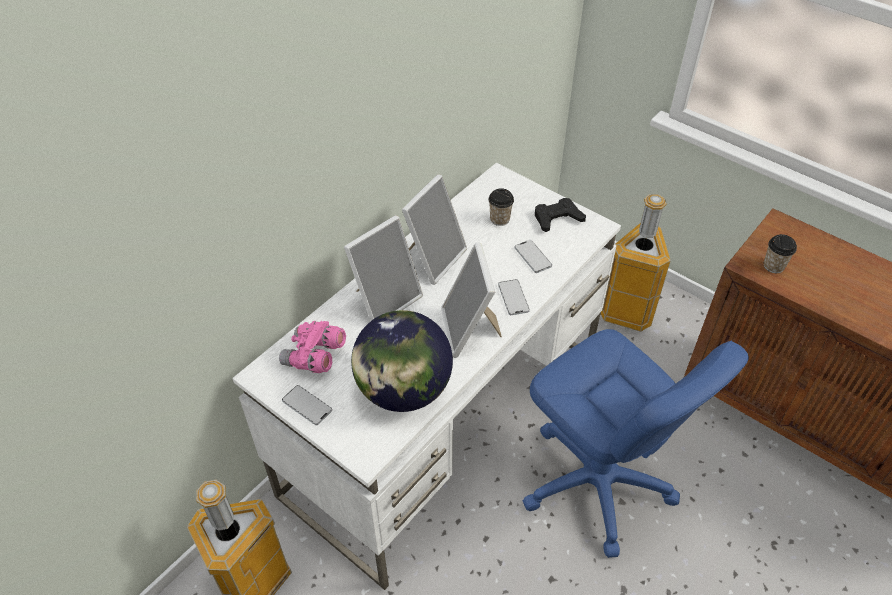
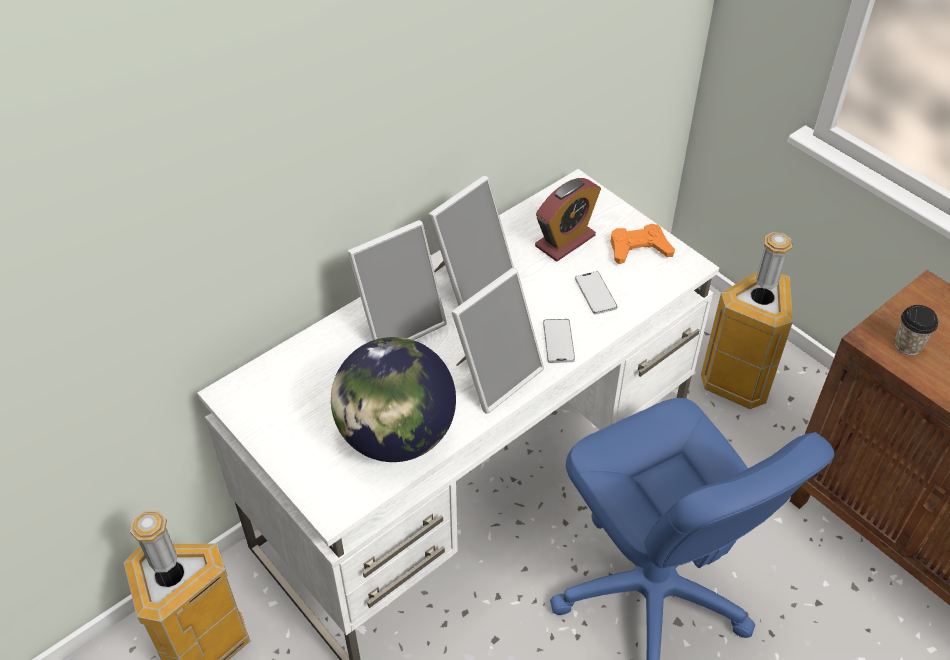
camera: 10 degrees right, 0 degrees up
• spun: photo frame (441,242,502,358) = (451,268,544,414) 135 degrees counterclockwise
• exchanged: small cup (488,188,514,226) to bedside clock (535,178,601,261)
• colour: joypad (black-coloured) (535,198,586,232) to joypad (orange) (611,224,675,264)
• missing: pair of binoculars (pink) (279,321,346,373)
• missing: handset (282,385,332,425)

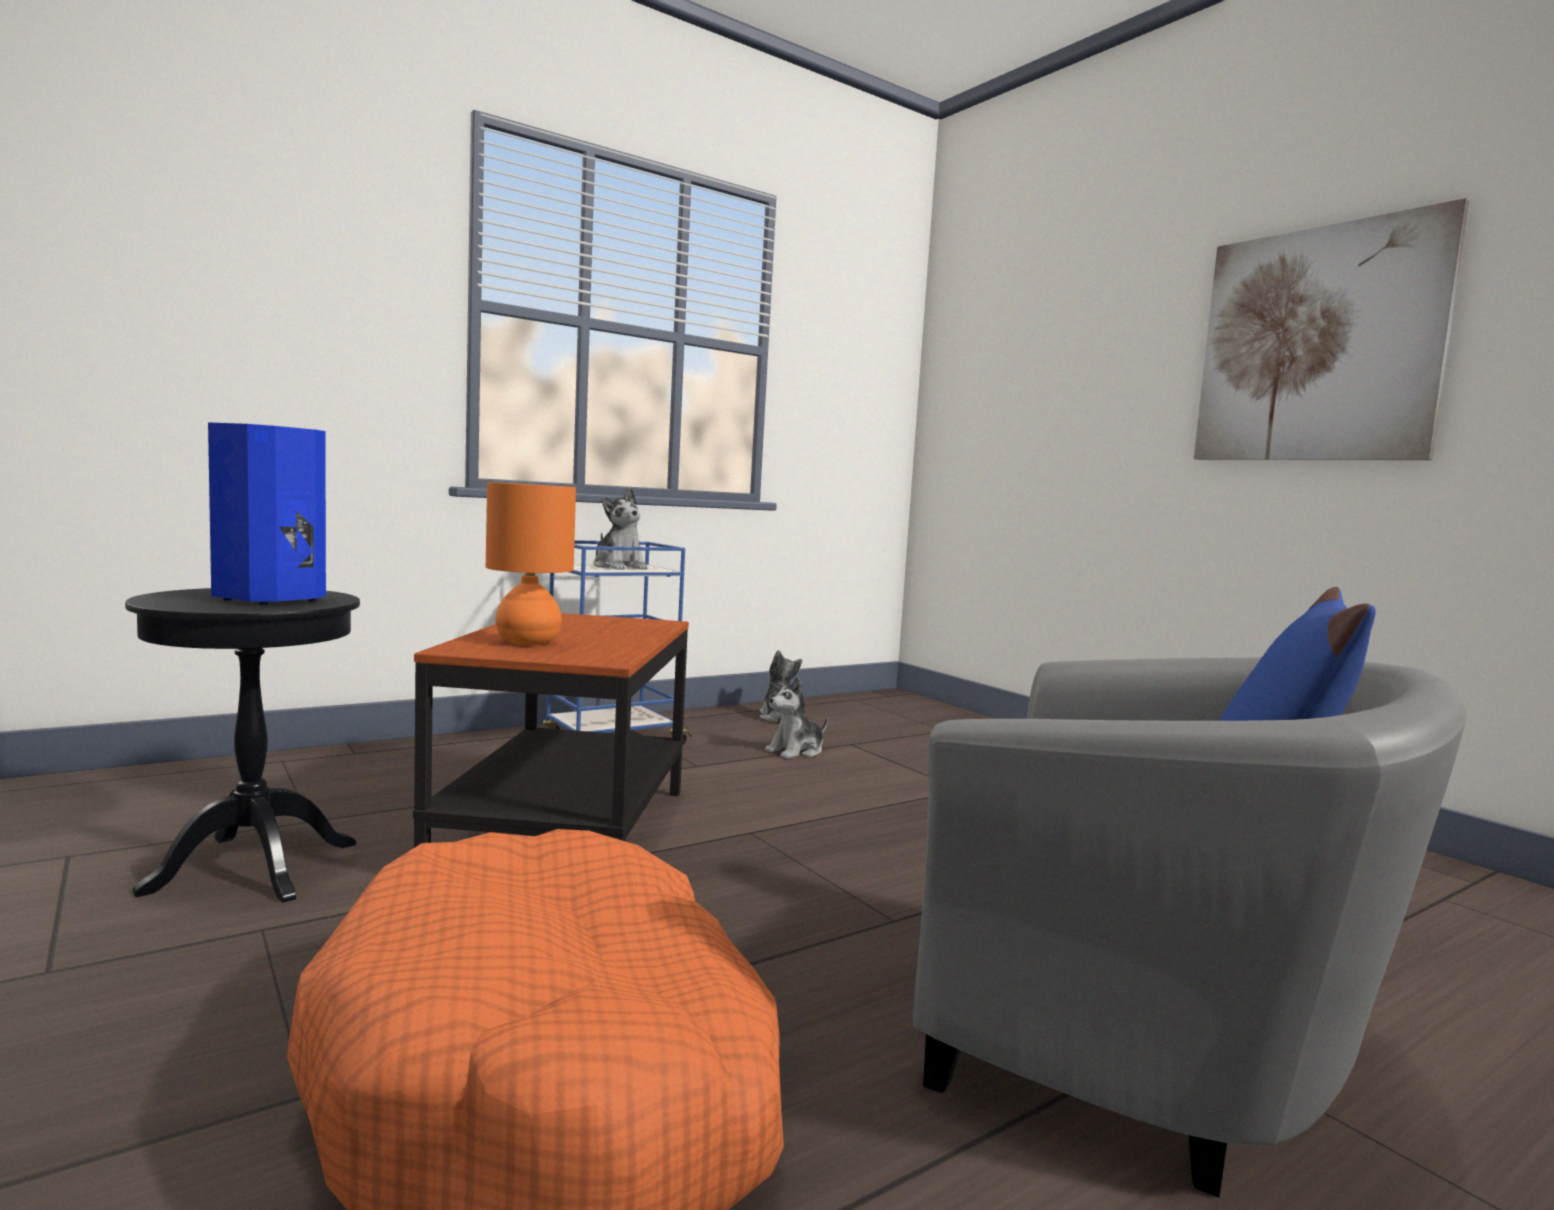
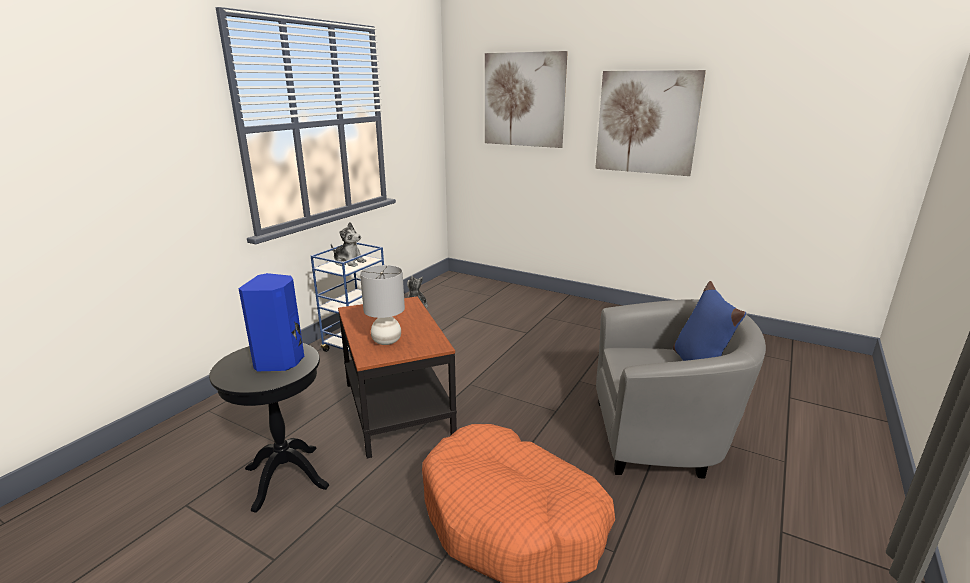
camera: 25 degrees left, 15 degrees up
• colour: tabletop lamp (orange) (486,482,576,646) to tabletop lamp (greyish) (360,265,405,345)
• appeared: wall picture (485,51,568,148)
• missing: cuddly toy (765,677,828,759)

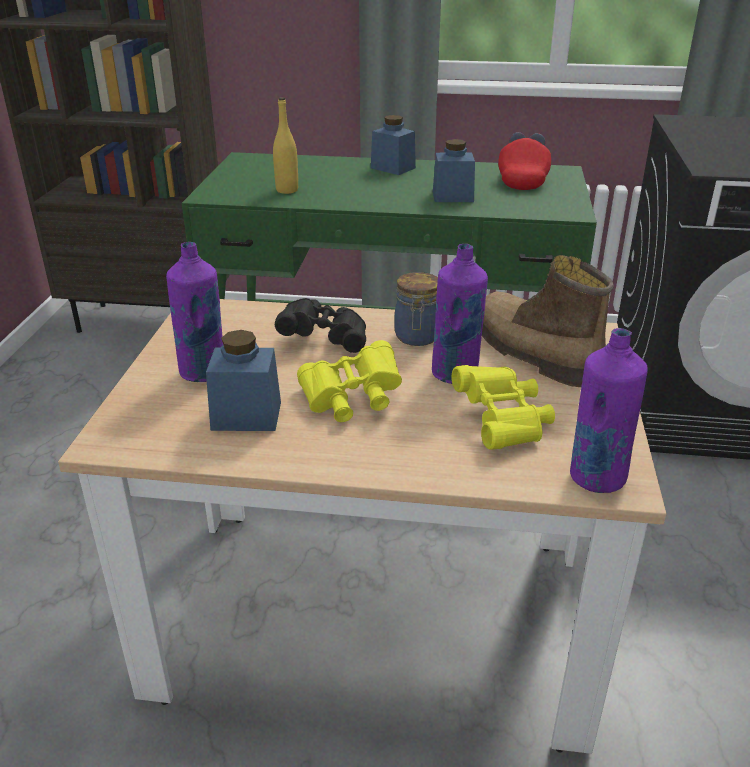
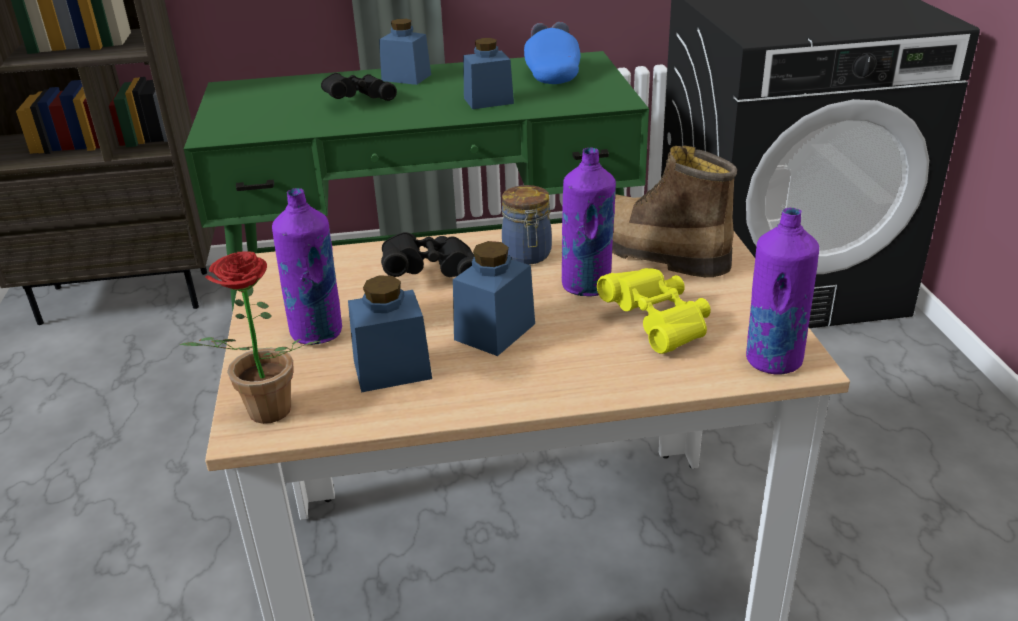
camera: 15 degrees left, 0 degrees up
• appeared: houseplant (179,251,322,424)
• appeared: pair of binoculars (black-coloured) (321,73,397,101)
• exchanged: pair of binoculars (yellow) (297,340,402,422) to preserve jar (blue-coloured) (453,241,535,356)
• colour: baseball cap (red-coloured) (498,132,551,190) to baseball cap (blue-coloured) (524,22,580,84)
• missing: bottle (yellow) (273,97,298,194)

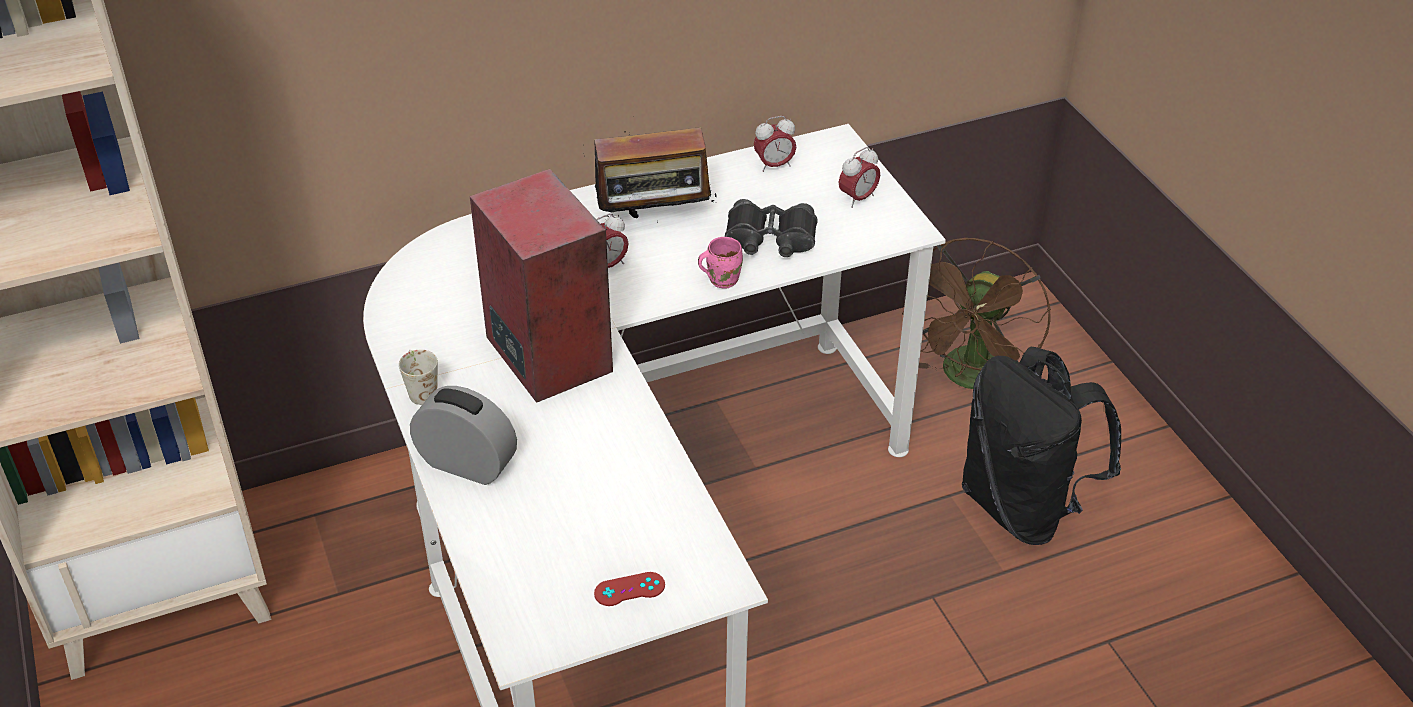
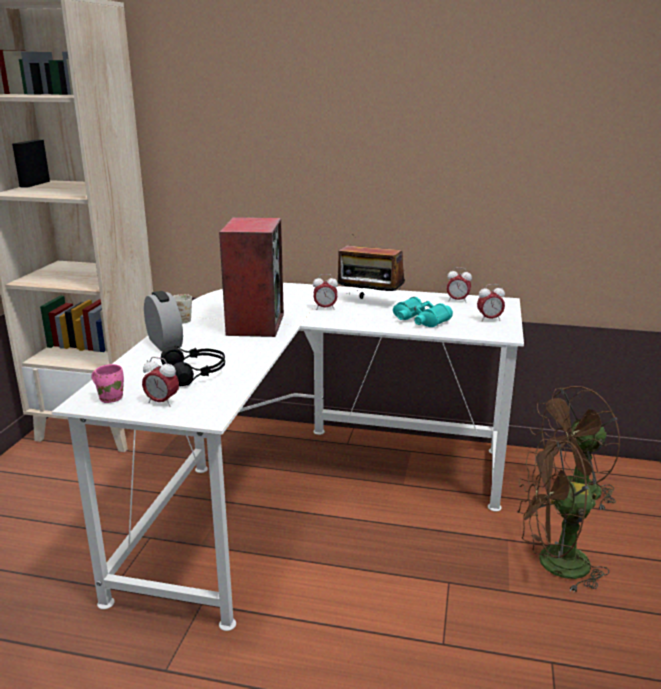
camera: 35 degrees right, 20 degrees down
• relocated: coffee mug (pink) (698,237,743,289) to (91,364,124,403)
• exchanged: joypad (red-coloured) (594,572,665,606) to bedside clock (142,357,179,407)
• appeared: headphones (black-coloured) (161,345,225,386)
• colour: pair of binoculars (black-coloured) (725,199,818,257) to pair of binoculars (turquoise) (393,297,453,327)
• exchanged: backpack (black-coloured) (962,347,1121,545) to fan (brownish) (517,439,609,593)

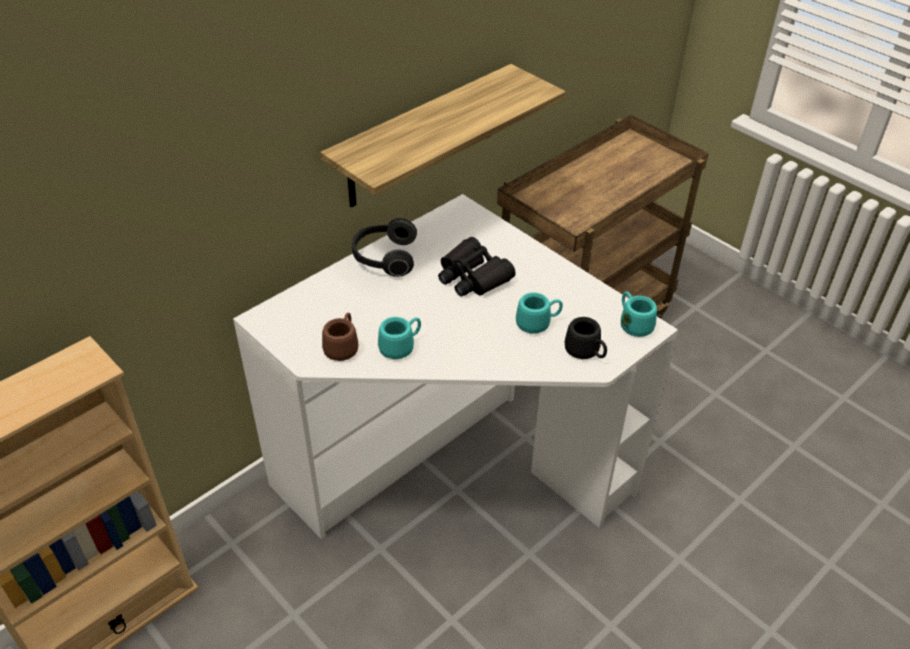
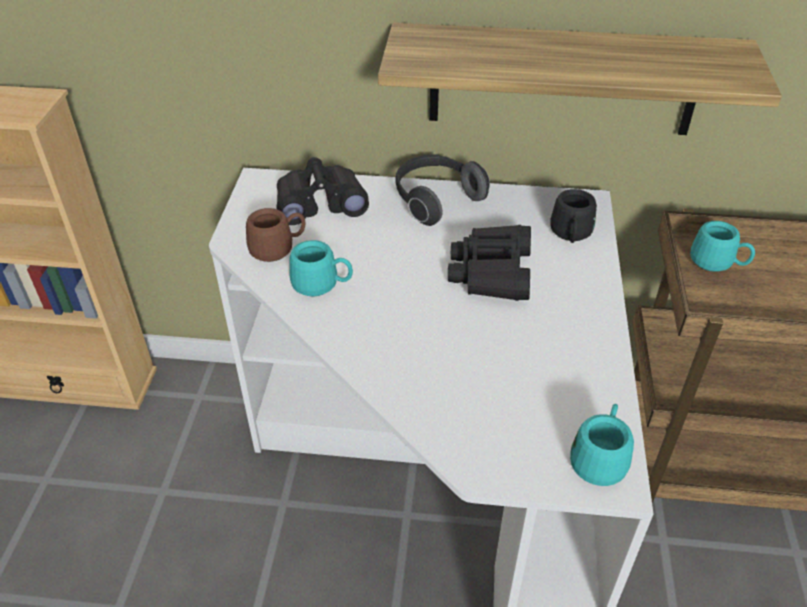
camera: 50 degrees right, 0 degrees up
• appeared: pair of binoculars (black-coloured) (276,157,369,225)
• relocated: coffee mug (black-coloured) (565,317,607,359) to (550,189,597,243)
• relocated: coffee mug (turquoise) (516,292,563,334) to (690,221,755,272)

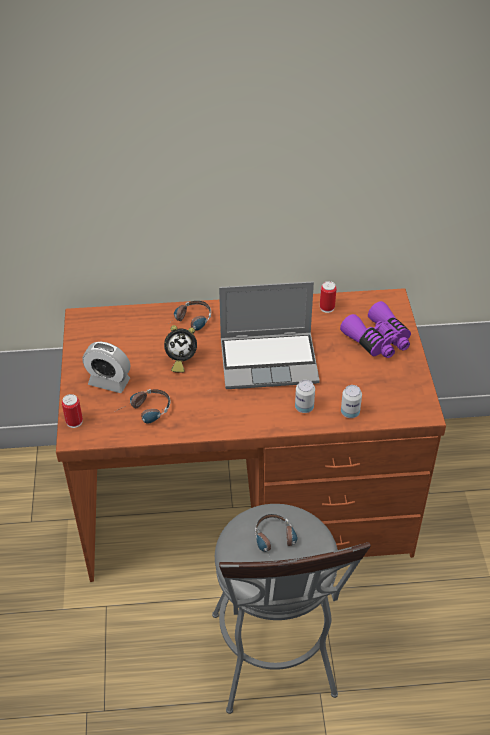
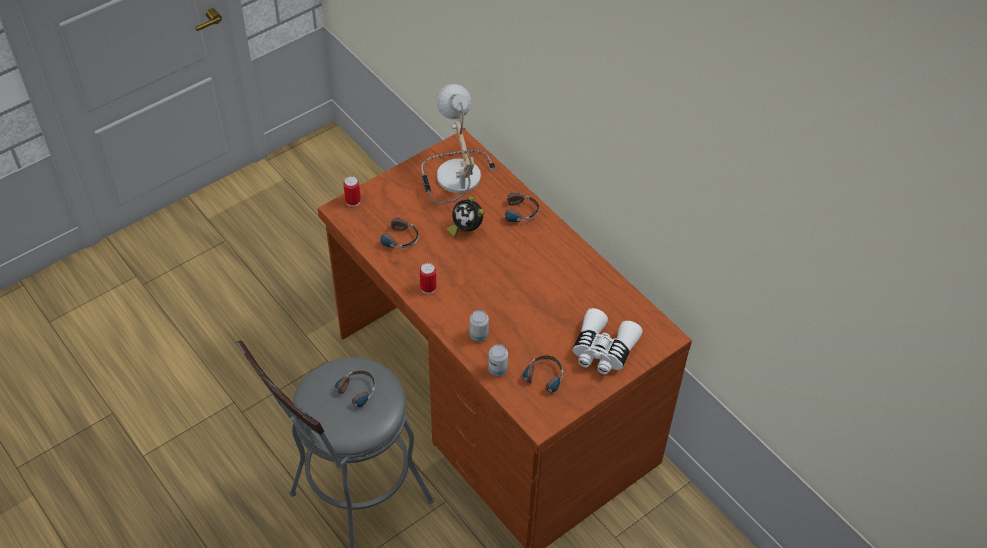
camera: 55 degrees right, 5 degrees up
• relocated: can (320,281,336,313) to (420,263,436,294)
• appeared: tabletop lamp (421,84,496,204)
• appeared: headphones (520,356,563,392)
• colour: pair of binoculars (purple-coloured) (340,301,411,358) to pair of binoculars (white) (573,308,643,374)
• missing: bedside clock (82,342,130,393)
• missing: portable computer (219,281,320,389)

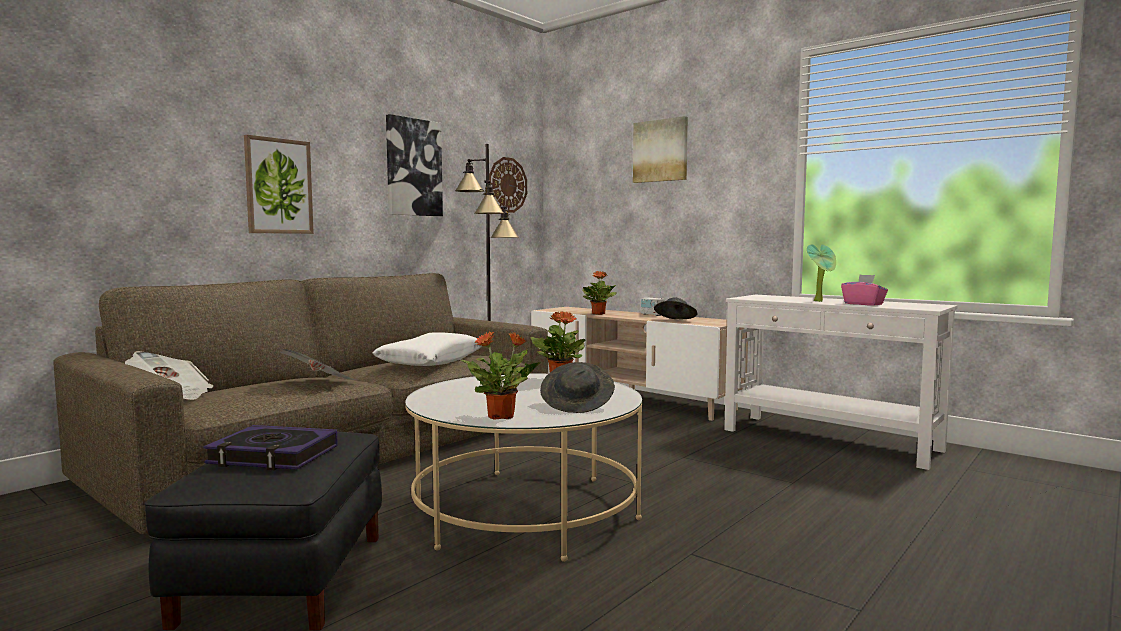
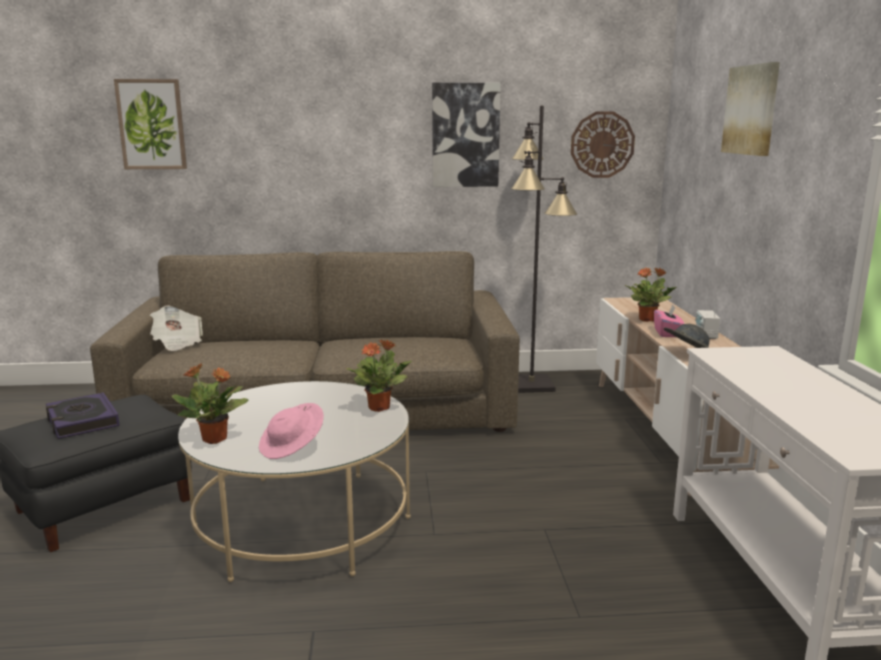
camera: 45 degrees right, 10 degrees up
• relocated: wall picture (244,135,314,234) to (114,79,187,169)
• colour: wearable hat (greyish) (540,362,615,413) to wearable hat (pink) (259,403,324,459)
• relocated: tissue box (pink) (841,275,888,306) to (654,305,684,337)
• missing: printed paper (280,349,358,380)
• missing: cushion (white) (372,333,481,366)
• missing: houseplant (807,244,836,302)

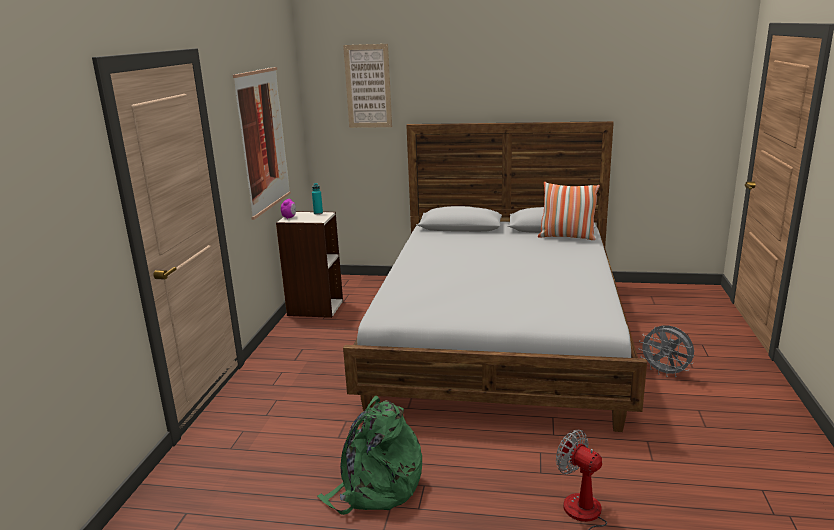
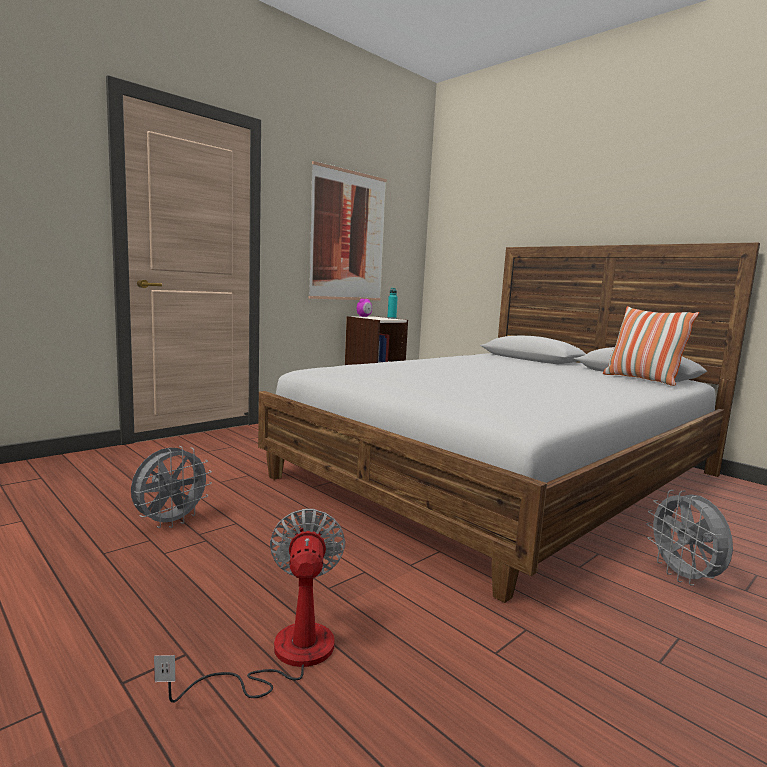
camera: 35 degrees right, 10 degrees down
• exchanged: backpack (green-coloured) (317,396,422,515) to fan (greyish) (131,446,212,528)
• missing: wall picture (343,44,392,128)

